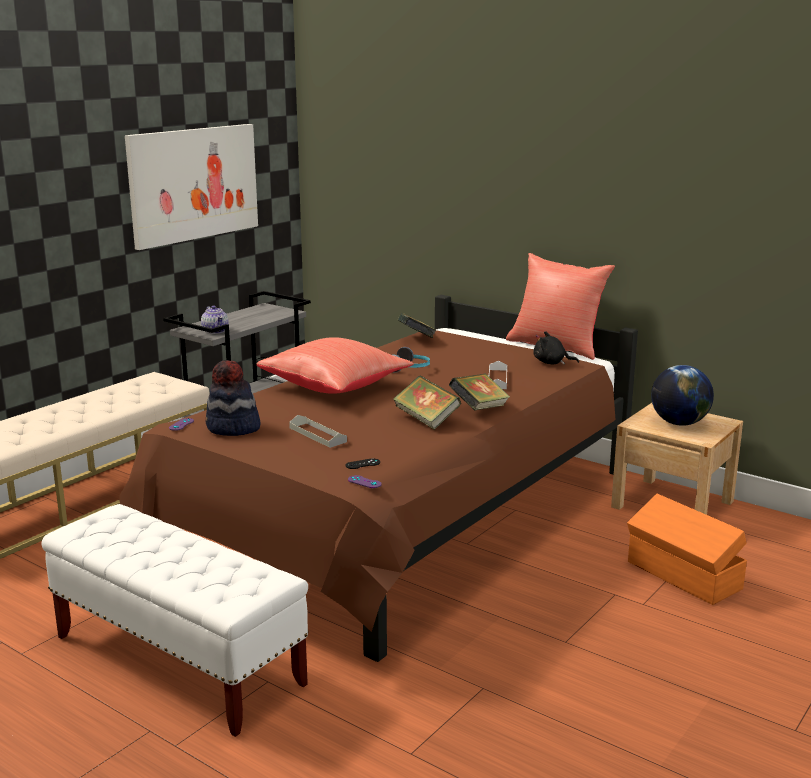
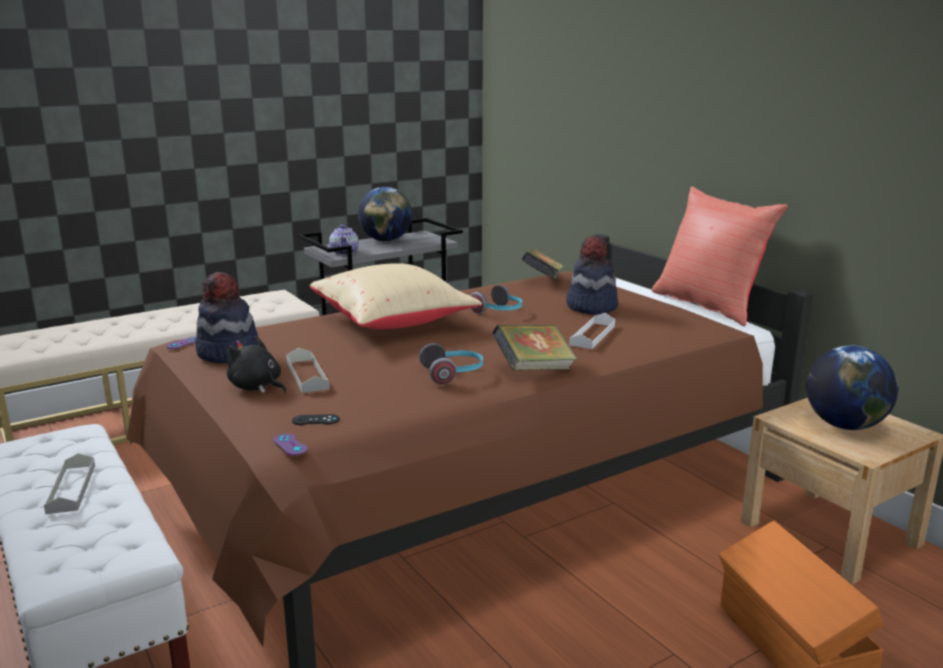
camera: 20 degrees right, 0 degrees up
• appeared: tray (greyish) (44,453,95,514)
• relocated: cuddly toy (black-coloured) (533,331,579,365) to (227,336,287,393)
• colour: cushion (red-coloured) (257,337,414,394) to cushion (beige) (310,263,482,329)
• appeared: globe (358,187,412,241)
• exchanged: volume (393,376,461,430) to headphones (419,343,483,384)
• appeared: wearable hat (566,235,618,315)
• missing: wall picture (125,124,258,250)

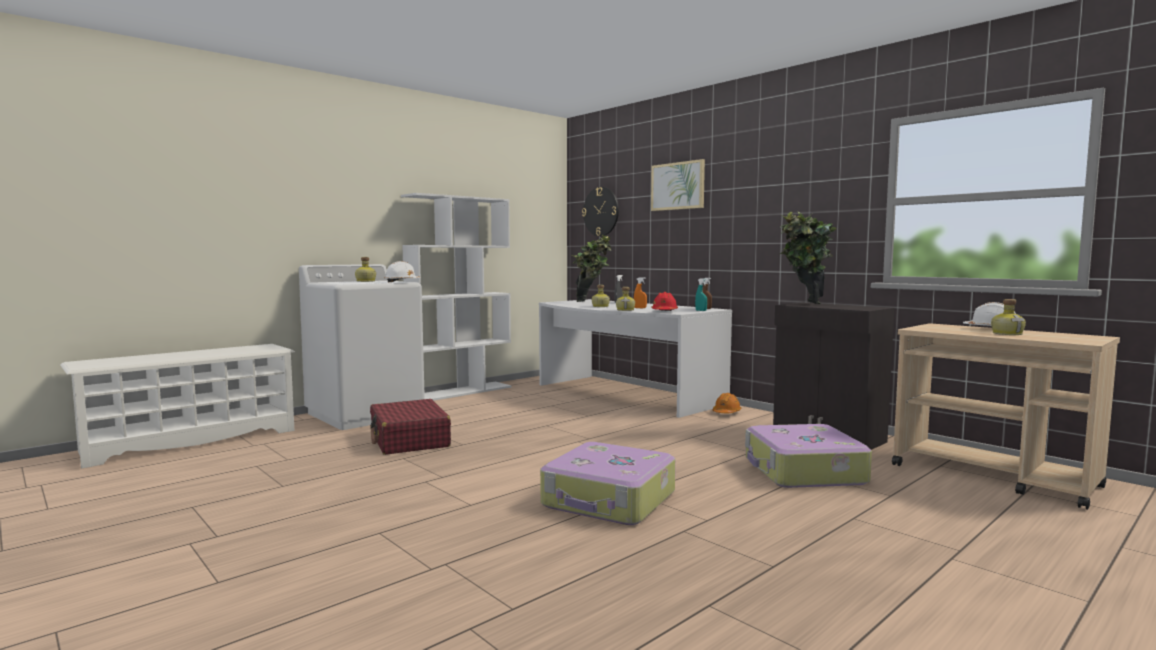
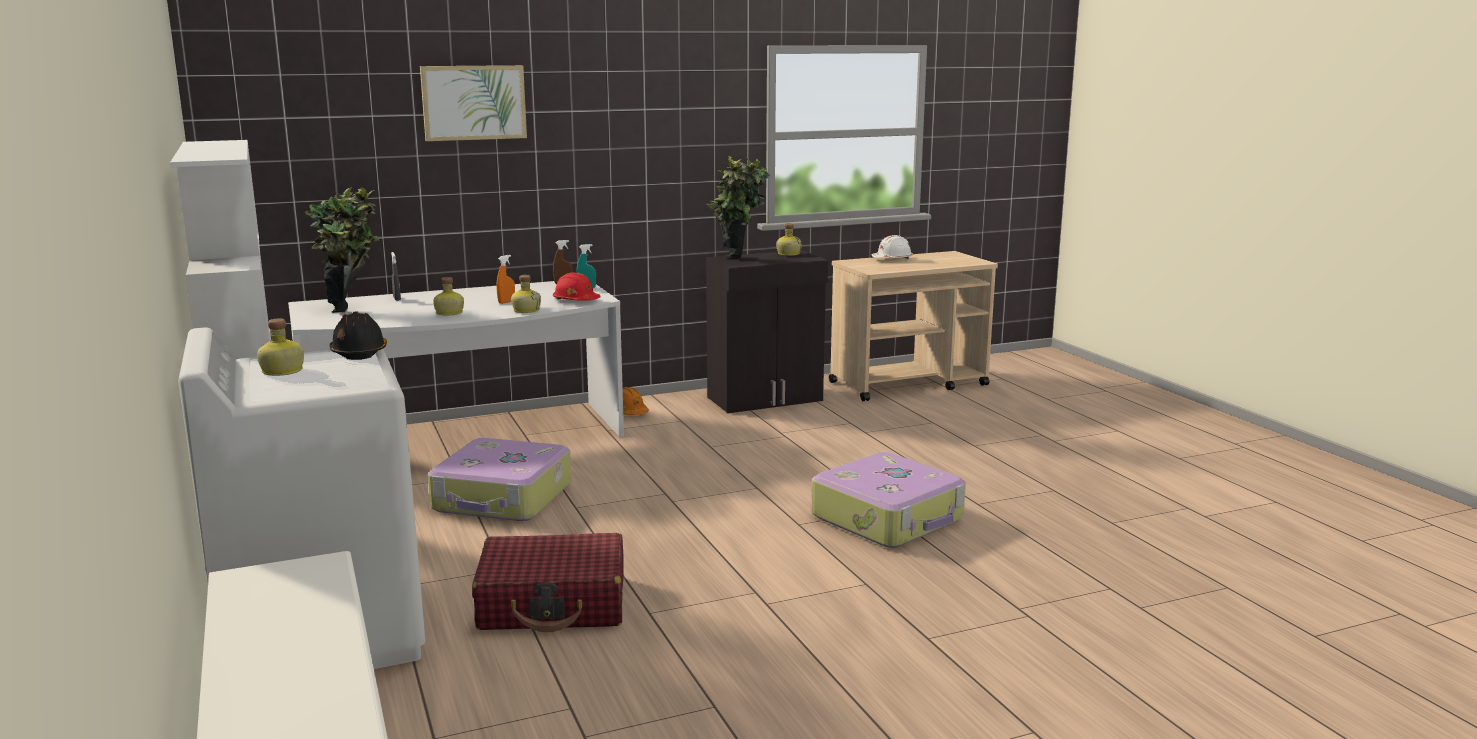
camera: 70 degrees left, 10 degrees up
• colour: work helmet (white) (384,261,421,282) to work helmet (black-coloured) (329,312,387,360)
• relocated: piece of luggage (745,424,872,488) to (428,438,571,521)
• relocated: bottle (991,299,1026,335) to (776,223,802,256)
• missing: hanging clock (582,187,619,236)

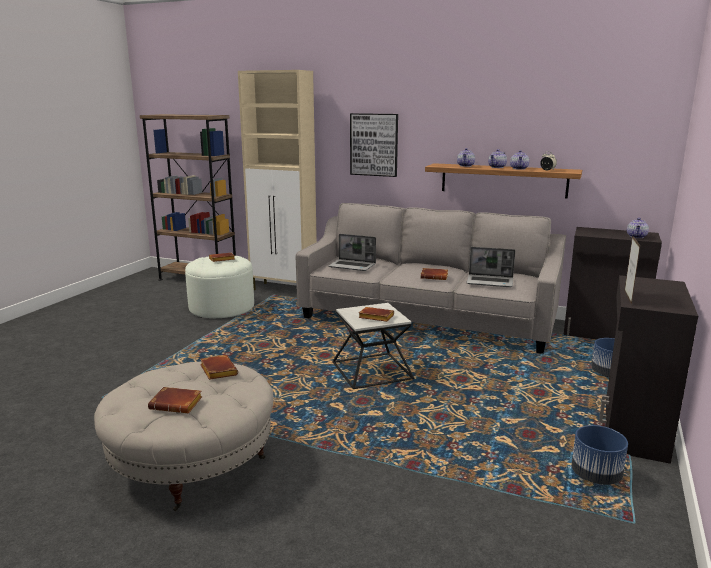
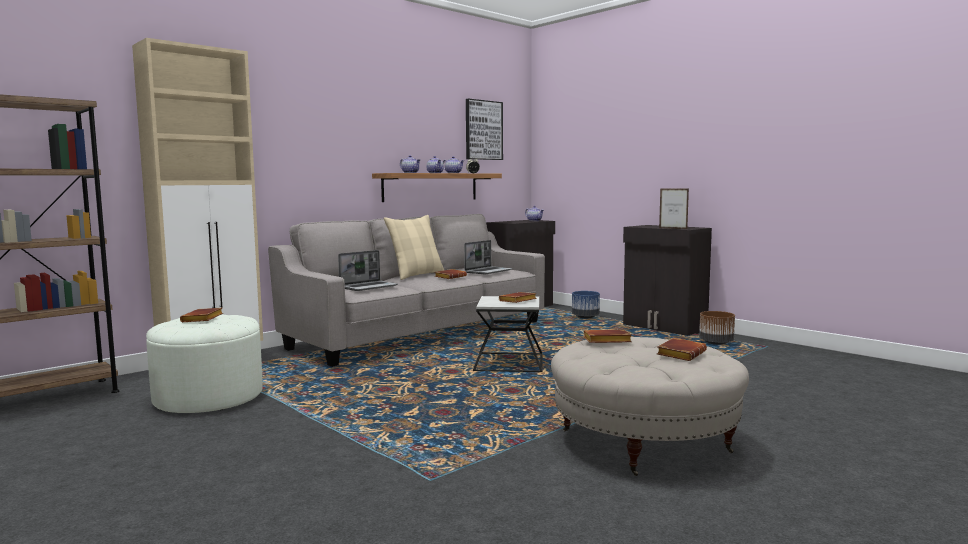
camera: 65 degrees left, 10 degrees down
• appeared: cushion (beige) (384,215,444,280)
• relocated: wall picture (350,113,398,177) to (466,98,503,160)
• colour: flower pot (blue-coloured) (572,425,628,485) to flower pot (brownish) (699,311,735,345)

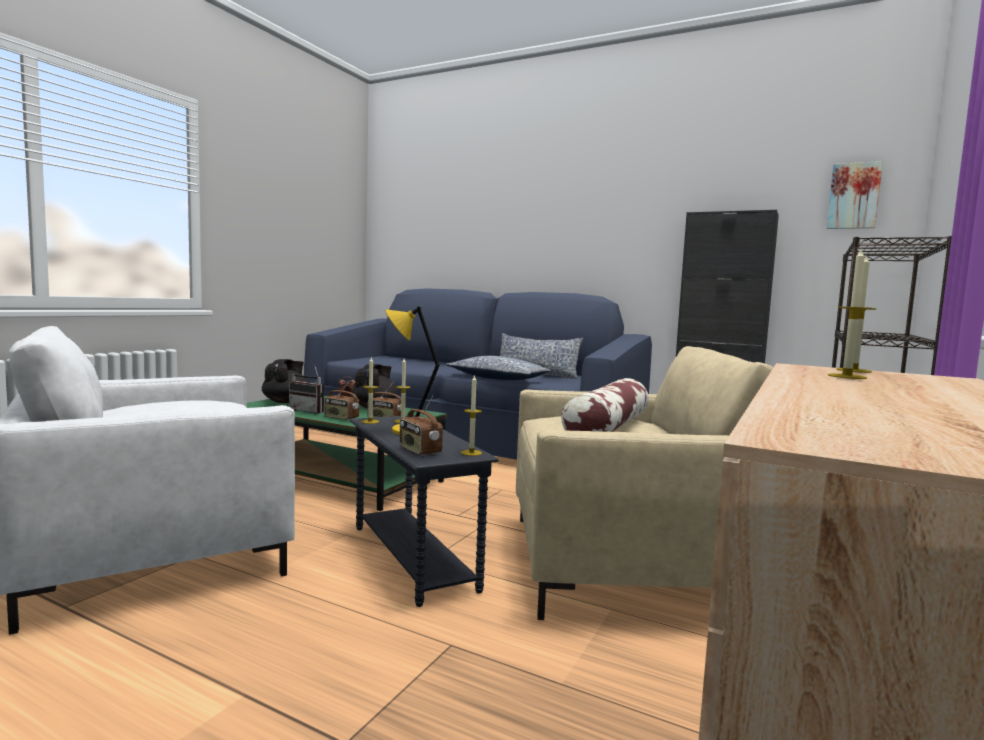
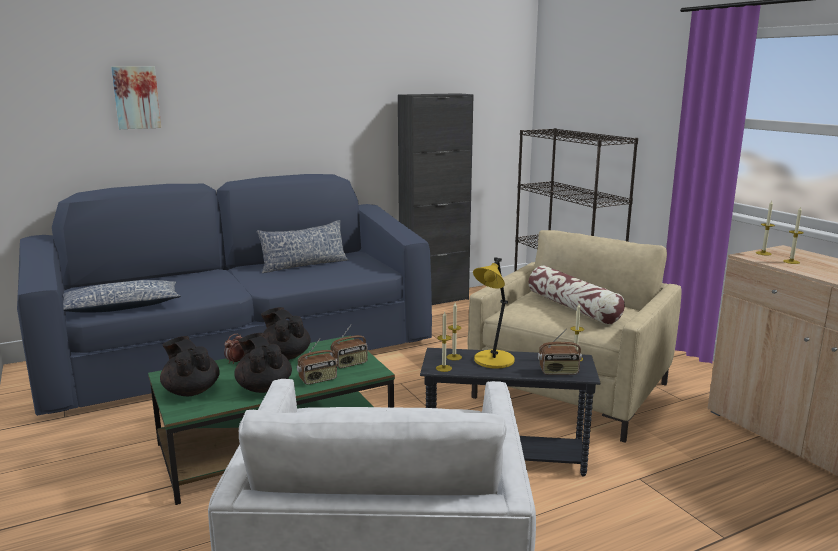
camera: 55 degrees left, 10 degrees up
• relocated: cushion (446,356,551,380) to (63,280,181,313)
• relocated: wall picture (827,161,883,229) to (111,66,161,129)
• exchanged: radio receiver (289,364,324,414) to teapot (black-coloured) (234,333,292,393)

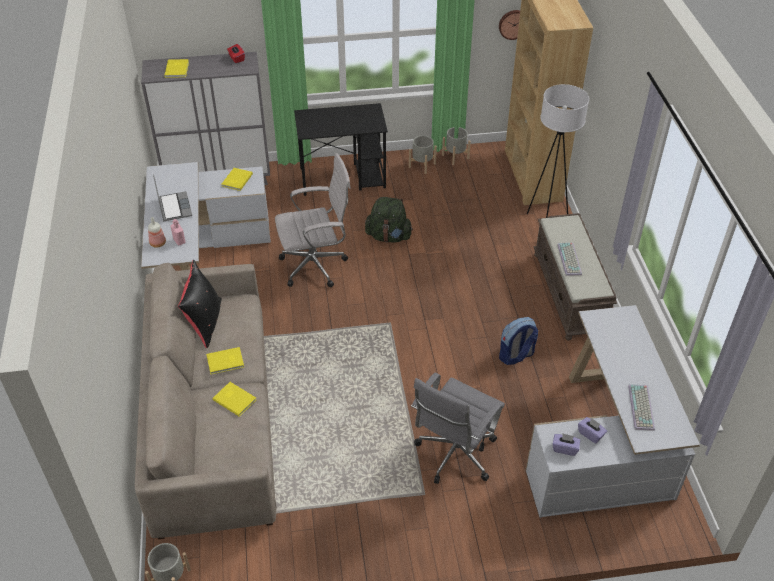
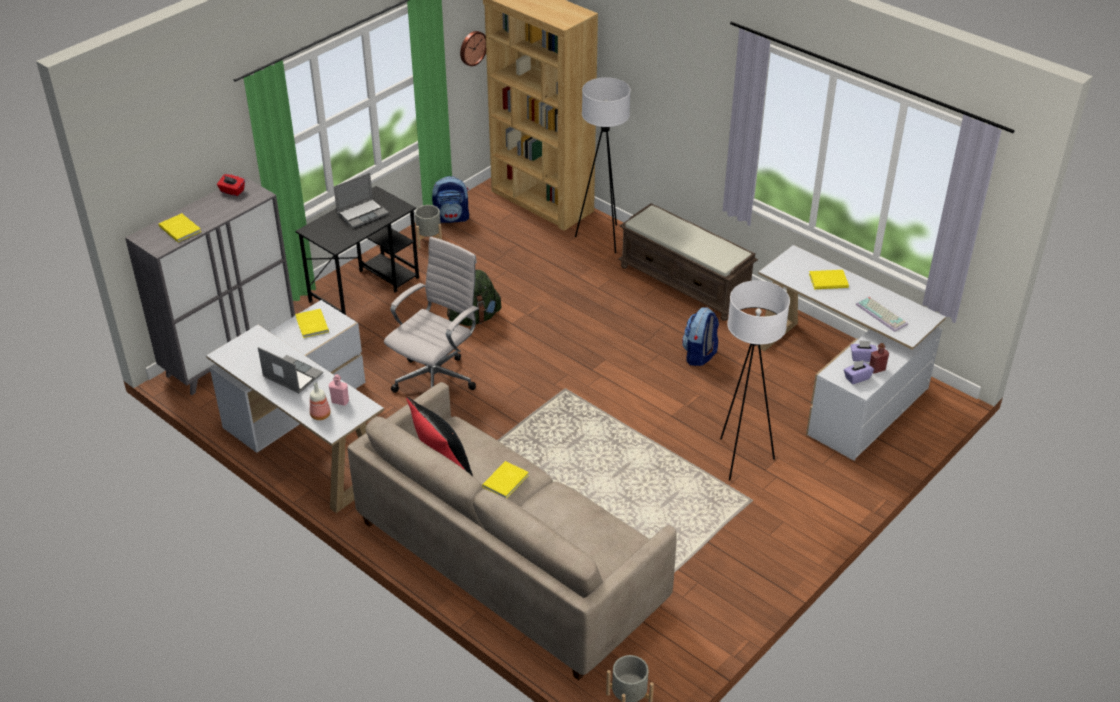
camera: 40 degrees left, 5 degrees down
• appeared: portable computer (334,173,389,228)
• exchanged: flower pot (greyish) (442,127,471,165) to backpack (432,176,469,223)
• exchanged: computer chair (greyish) (411,373,505,484) to standing lamp (white) (720,280,790,480)
• relocated: volume (yellow) (213,382,256,417) to (809,270,849,289)
• appeared: bottle (red-coloured) (870,343,889,374)
• missing: keyboard (557,243,582,276)

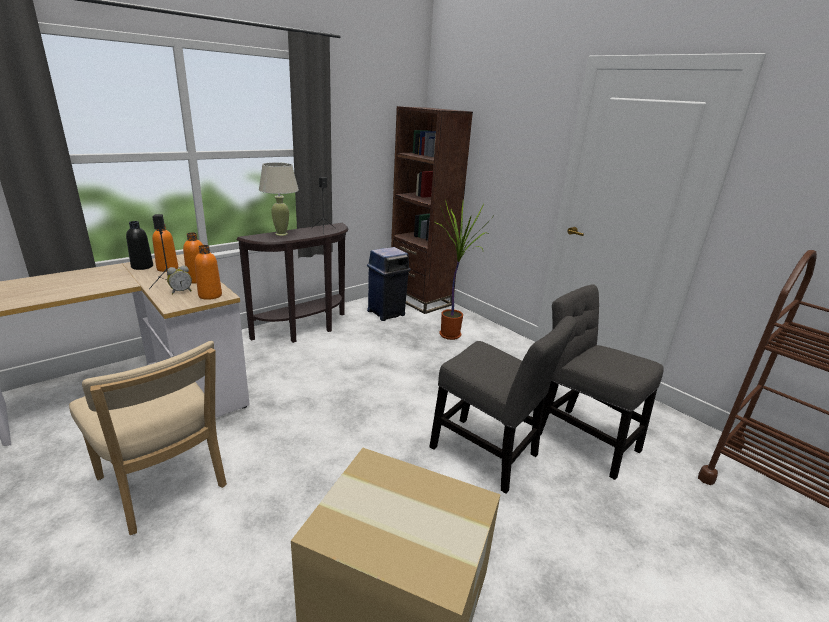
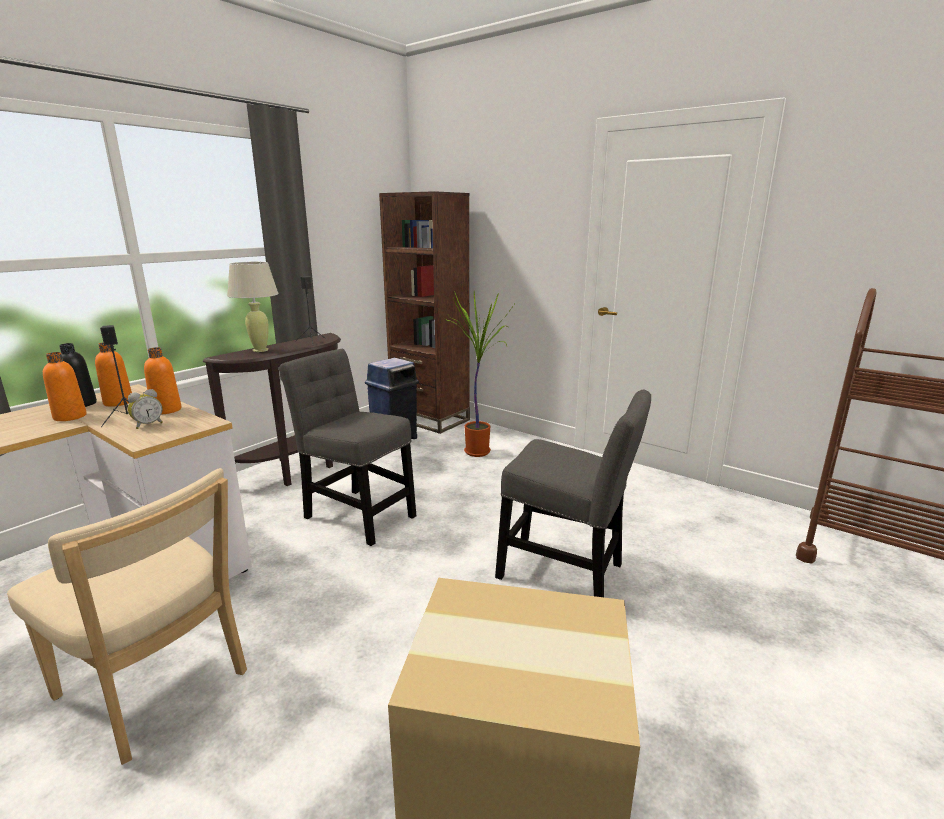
camera: 10 degrees left, 5 degrees down
• relocated: bottle (orange) (195,245,222,300) to (43,352,87,421)
• relocated: upright chair (greyish) (540,284,664,480) to (279,349,416,546)

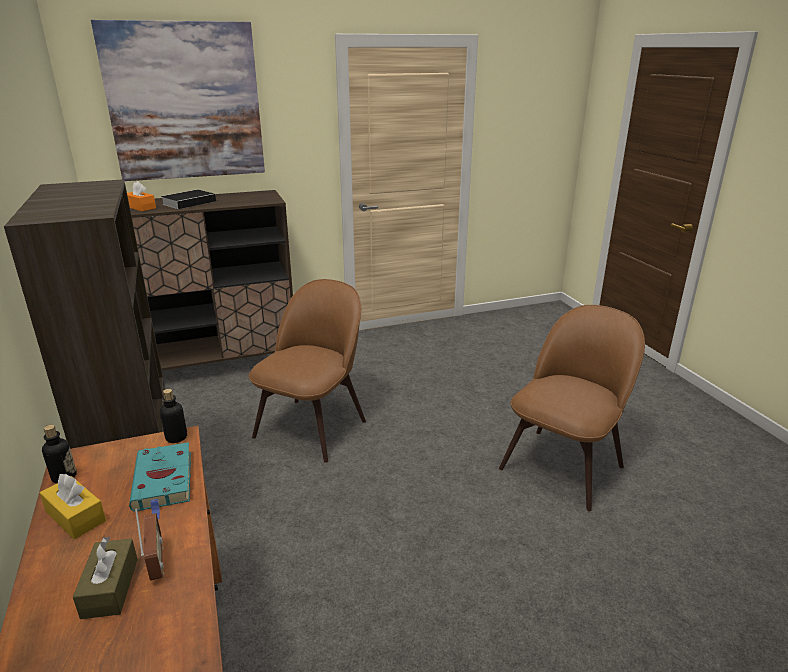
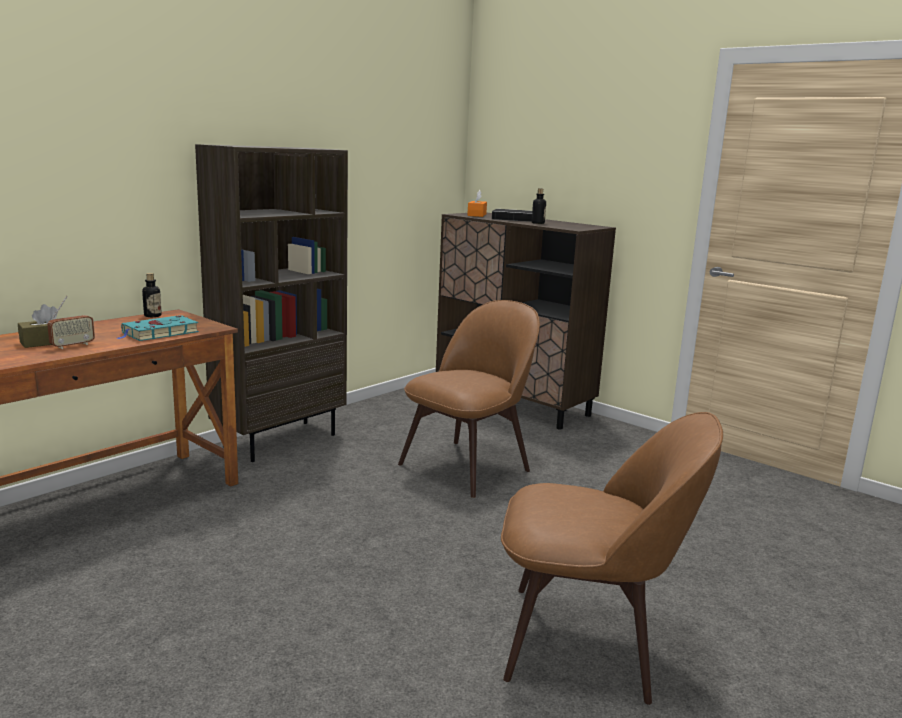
camera: 60 degrees right, 10 degrees down
• spun: upright chair (brownish) (249,279,366,463) = (398,300,540,498) 45 degrees counterclockwise
• relocated: bottle (160,389,187,443) to (532,188,546,224)
• missing: tissue box (yellow) (40,474,106,539)
• missing: wall picture (91,20,265,181)

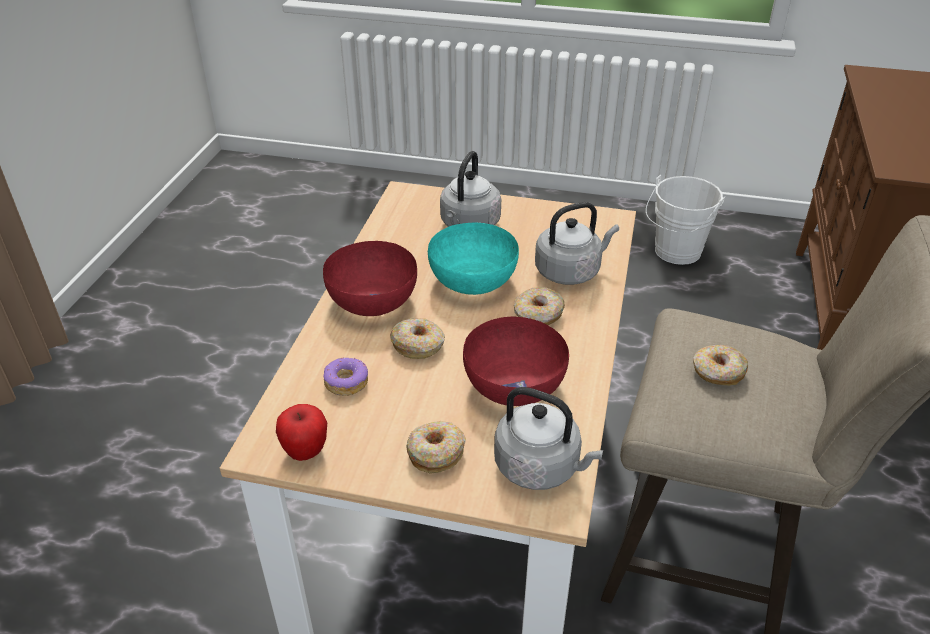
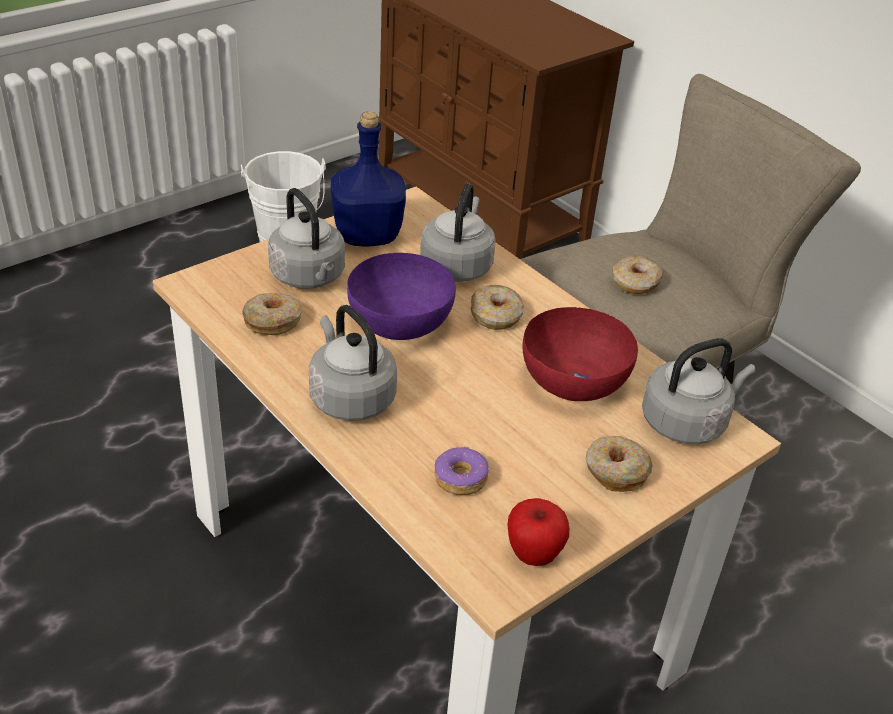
camera: 55 degrees left, 0 degrees up
• relocated: ring doughnut (390,318,445,359) to (242,293,302,335)
• exchanged: deep dish (red-coloured) (323,241,417,316) to water kettle (greyish) (309,305,397,421)
• appeared: bottle (blue-coloured) (331,112,406,246)
• colour: deep dish (turquoise) (428,222,519,295) to deep dish (purple-coloured) (347,253,456,340)

